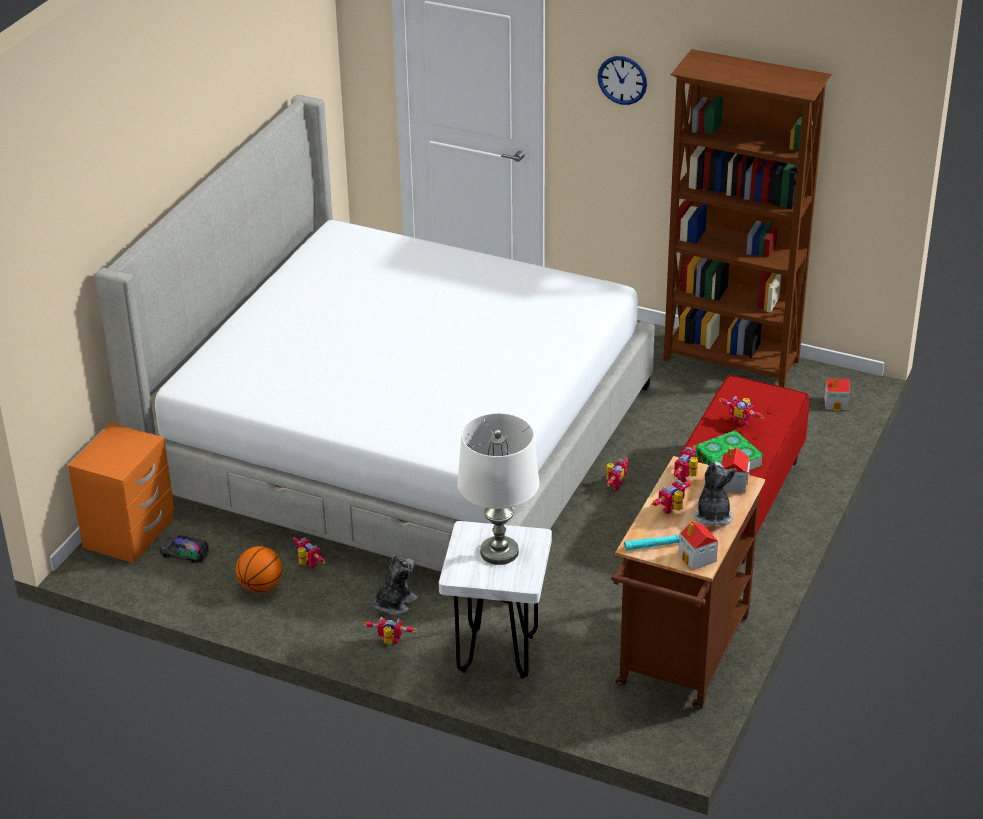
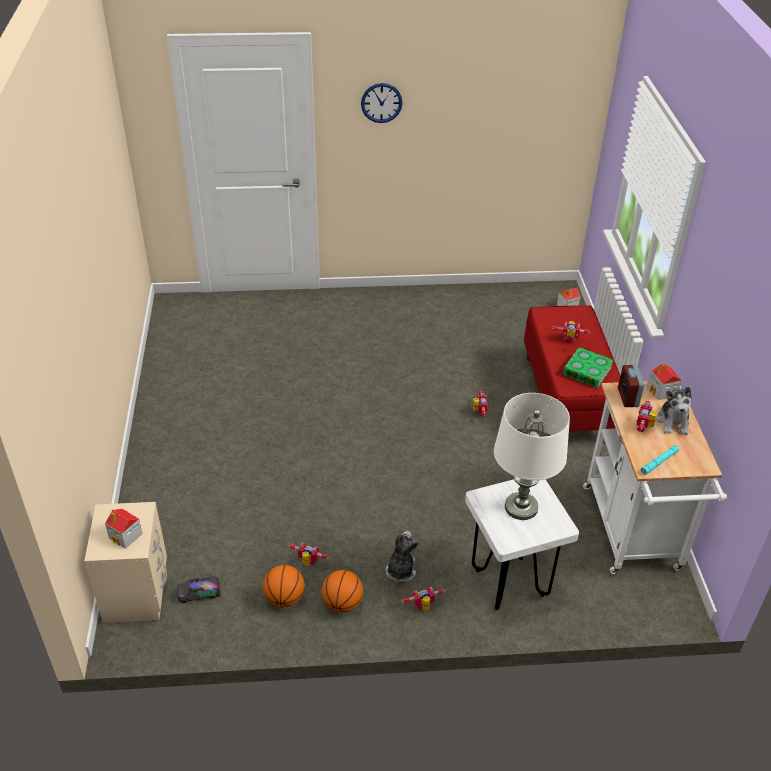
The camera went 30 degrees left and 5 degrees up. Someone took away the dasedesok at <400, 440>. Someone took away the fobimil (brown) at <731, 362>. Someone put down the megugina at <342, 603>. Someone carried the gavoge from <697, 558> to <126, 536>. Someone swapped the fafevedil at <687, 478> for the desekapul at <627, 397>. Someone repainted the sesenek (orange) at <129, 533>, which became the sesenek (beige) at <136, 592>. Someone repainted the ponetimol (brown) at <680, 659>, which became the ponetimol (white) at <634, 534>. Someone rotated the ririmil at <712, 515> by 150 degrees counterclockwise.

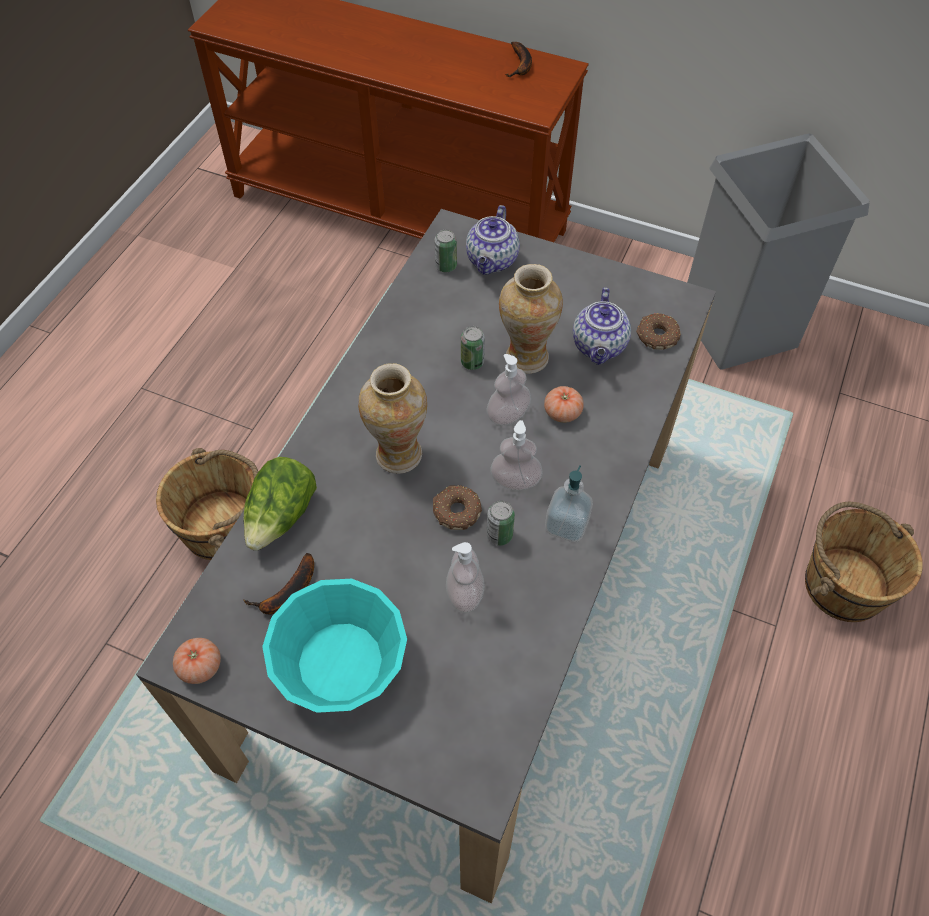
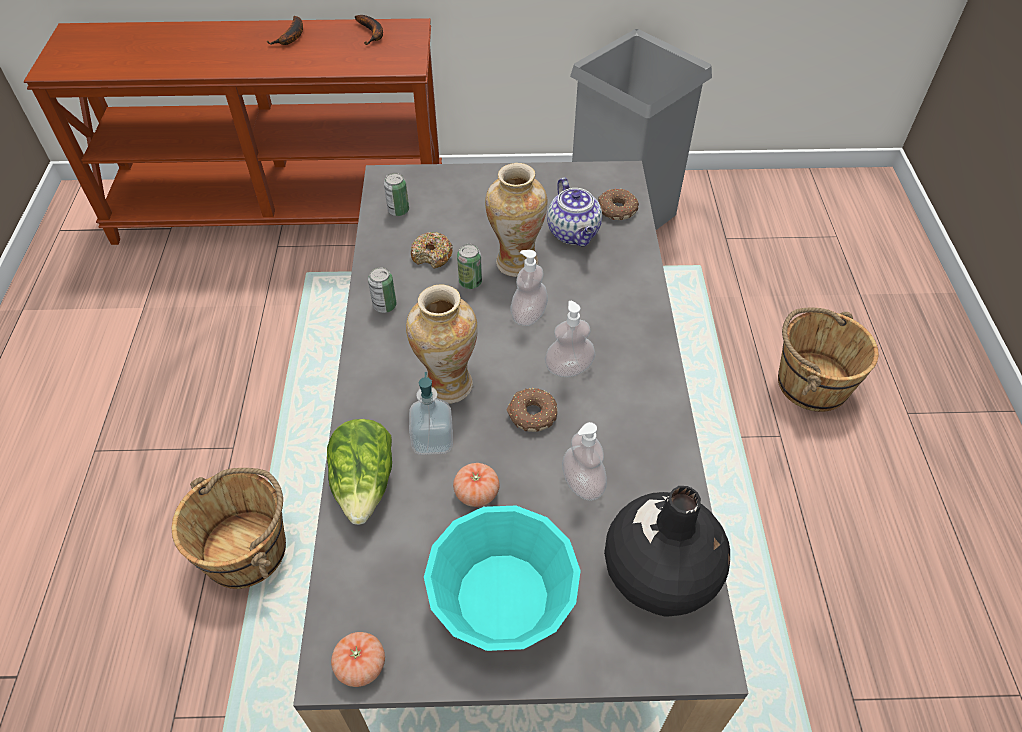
The camera went 25 degrees left and 5 degrees down. Someone took away the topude at <492, 261>. Someone put down the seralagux at <432, 255>. Someone put down the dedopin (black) at <660, 572>. Someone carried the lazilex from <286, 594> to <291, 37>. Someone carried the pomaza from <499, 535> to <385, 306>. Someone carried the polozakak from <562, 412> to <476, 493>. Someone carried the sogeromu from <566, 525> to <432, 440>.

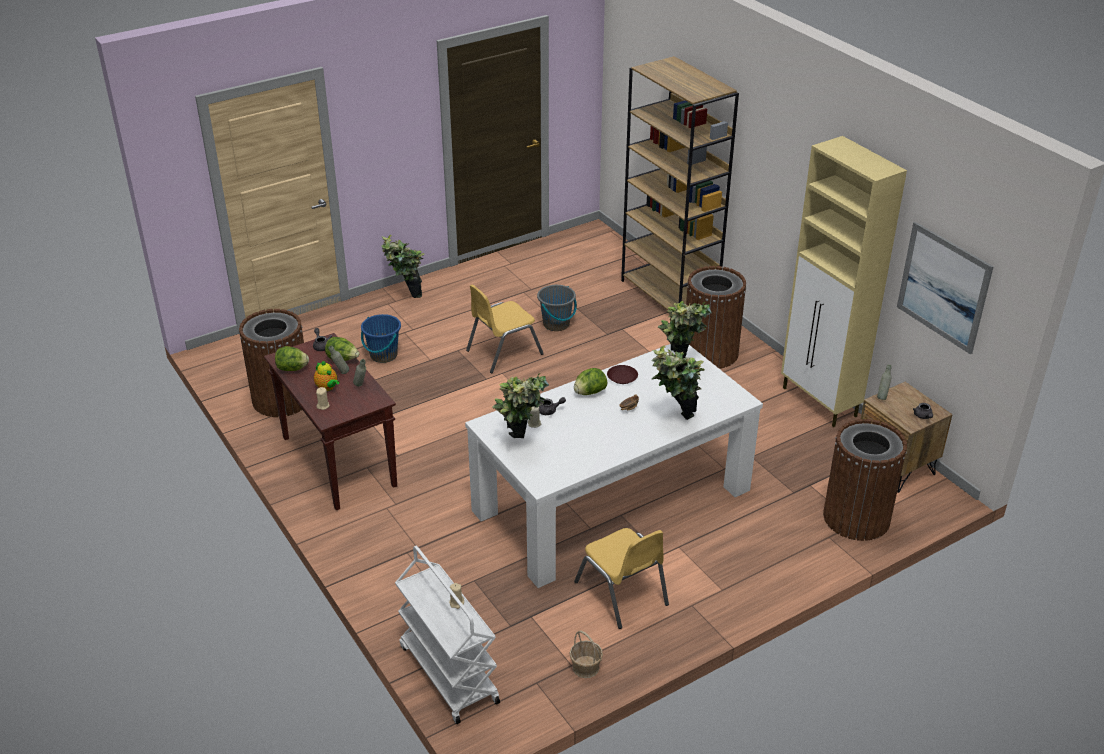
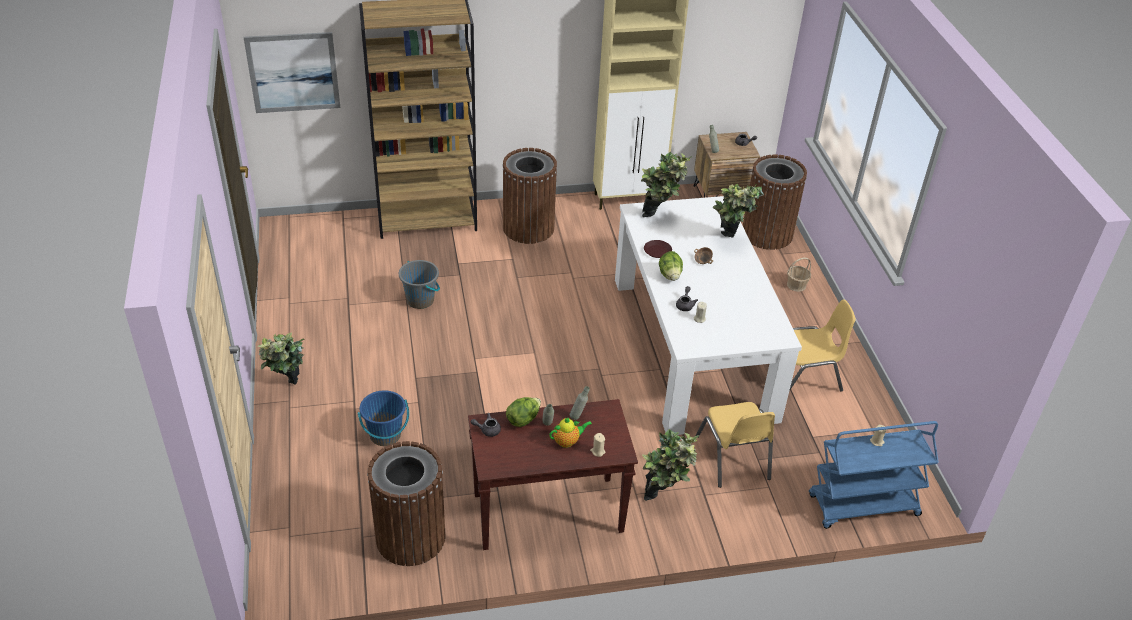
The camera went 70 degrees left and 5 degrees up. Someone took away the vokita at <292, 369>. Someone carried the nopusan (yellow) from <503, 352> to <733, 458>. Someone carried the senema from <521, 446> to <664, 497>. Someone carried the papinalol from <585, 667> to <796, 285>. Someone carried the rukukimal from <943, 287> to <293, 72>. Someone repainted the ponetimol (white) at <448, 674>, which became the ponetimol (blue) at <863, 506>.

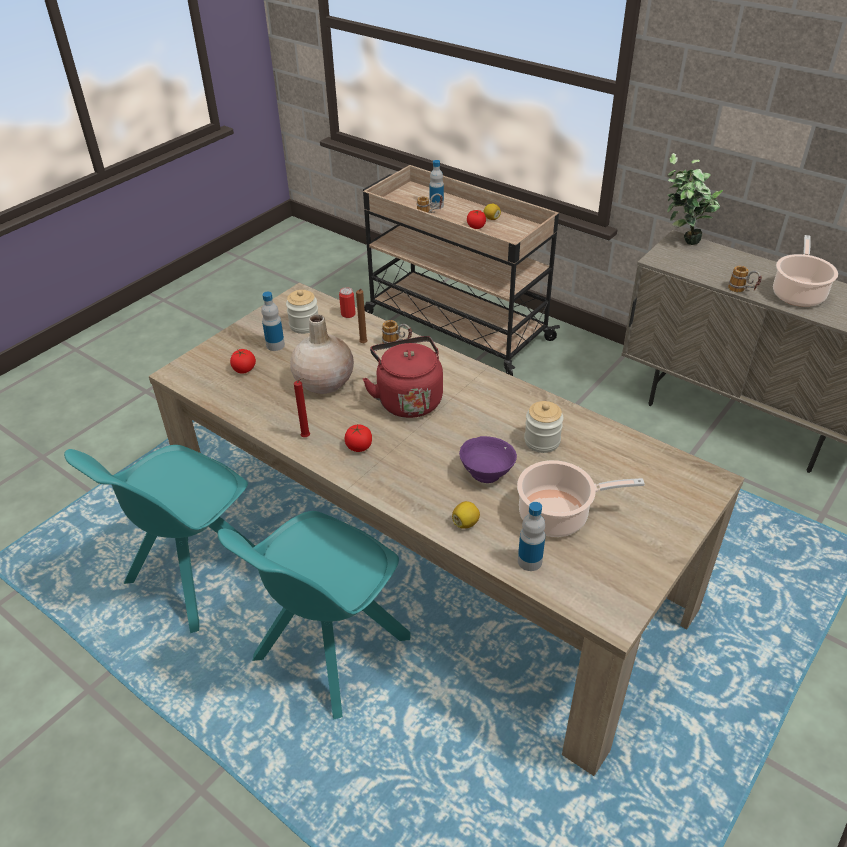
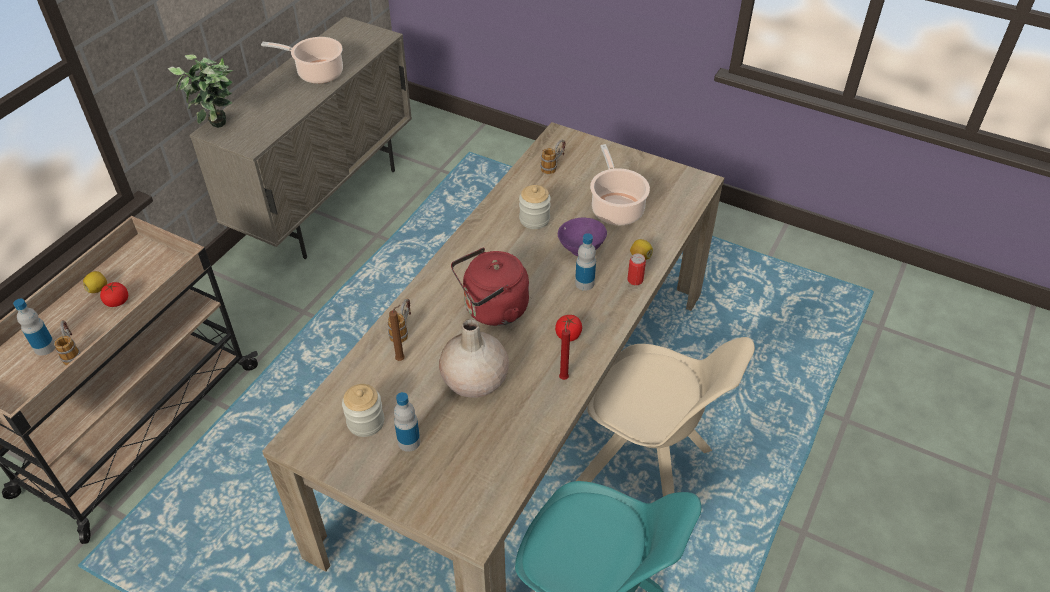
The camera went 100 degrees left and 5 degrees up. Someone took away the polozakak at <244, 369>. Someone carried the pomaza from <348, 314> to <635, 280>. Someone carried the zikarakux from <529, 561> to <584, 283>. Someone carried the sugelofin from <742, 291> to <553, 166>. Someone repainted the nopusan (turquoise) at <328, 650>, which became the nopusan (beige) at <648, 469>.

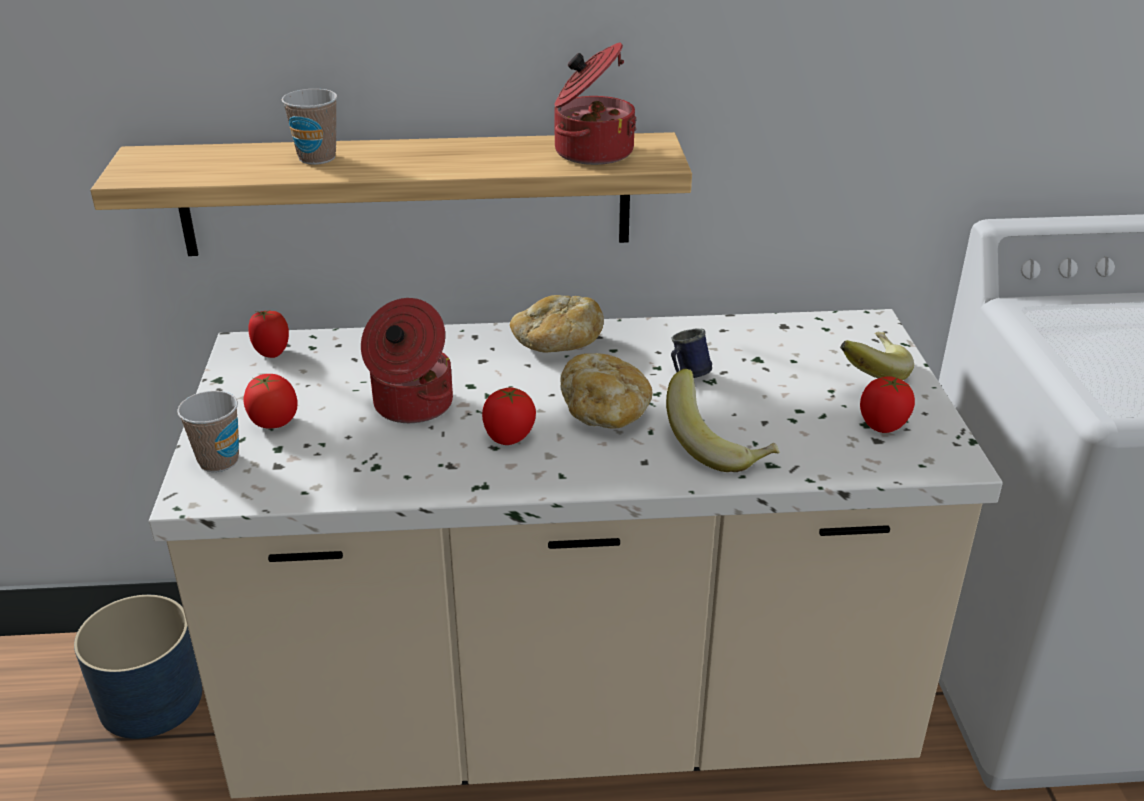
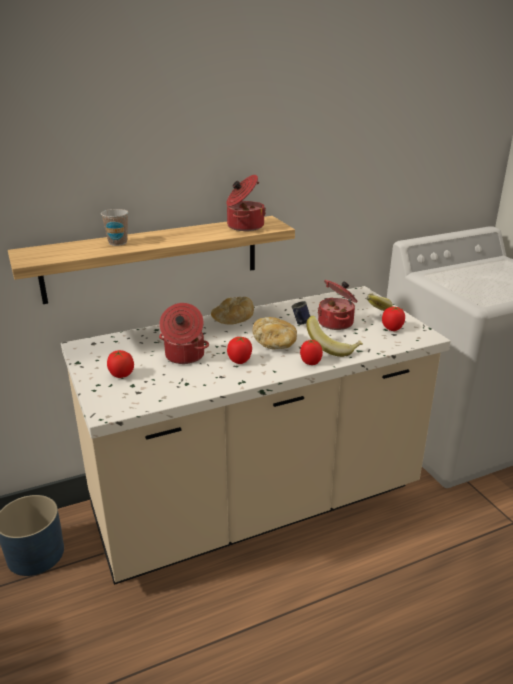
The camera went 20 degrees left and 5 degrees down. Someone took away the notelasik at <219, 461>. Someone put down the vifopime at <336, 323>. Someone carried the polozakak from <272, 353> to <310, 362>.

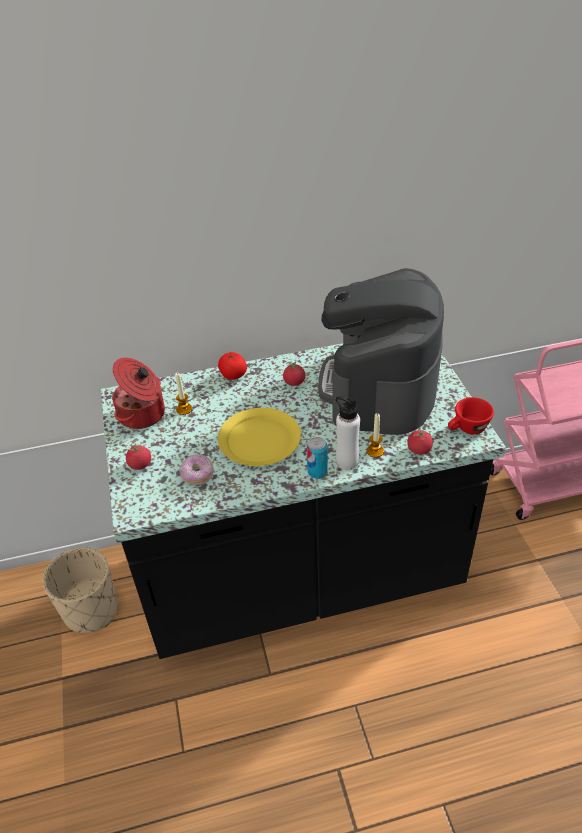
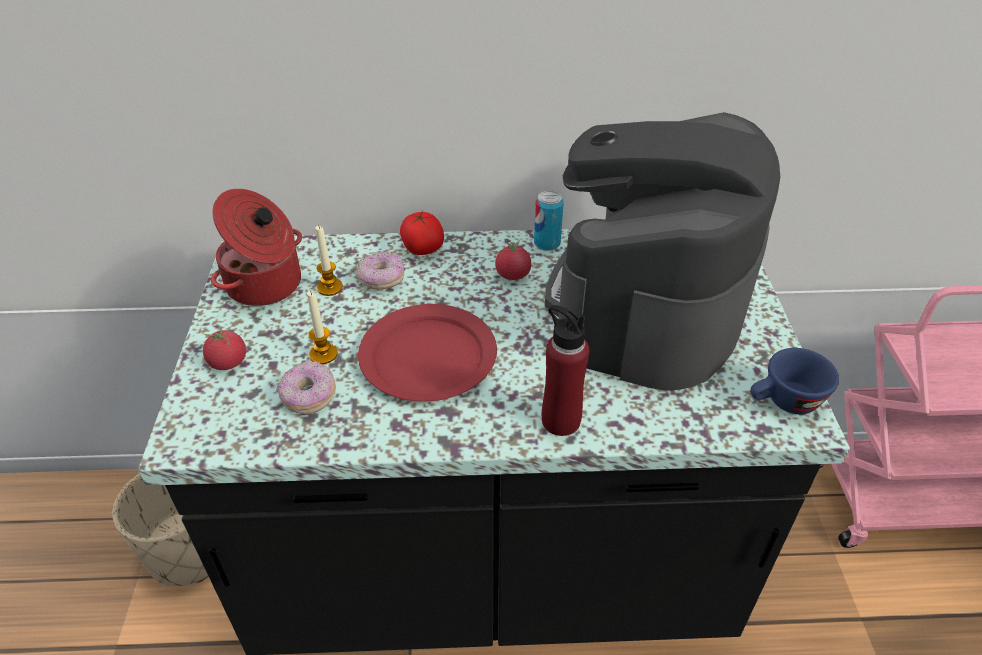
The camera went 10 degrees right and 0 degrees up. Someone took away the polozakak at <419, 449>. Someone put down the seralagux at <382, 280>. Someone carried the pomaza from <317, 472> to <547, 243>. Someone carried the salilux from <375, 451> to <323, 354>. Someone repainted the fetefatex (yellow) at <260, 440>, which became the fetefatex (red) at <428, 357>. Someone repainted the zikarakux (white) at <347, 461>, which became the zikarakux (red) at <560, 420>. Someone repainted the notelasik (red) at <467, 429>, which became the notelasik (blue) at <784, 402>.

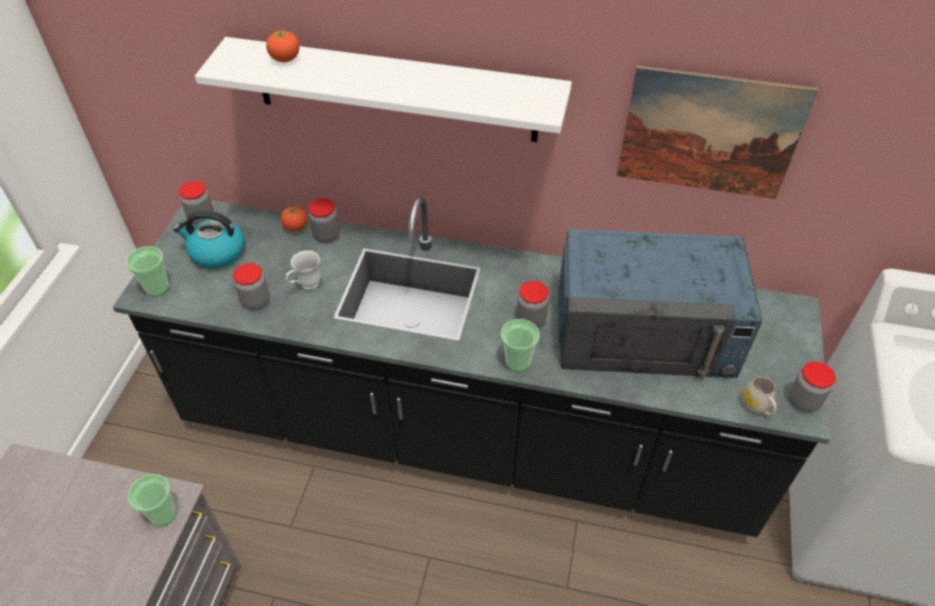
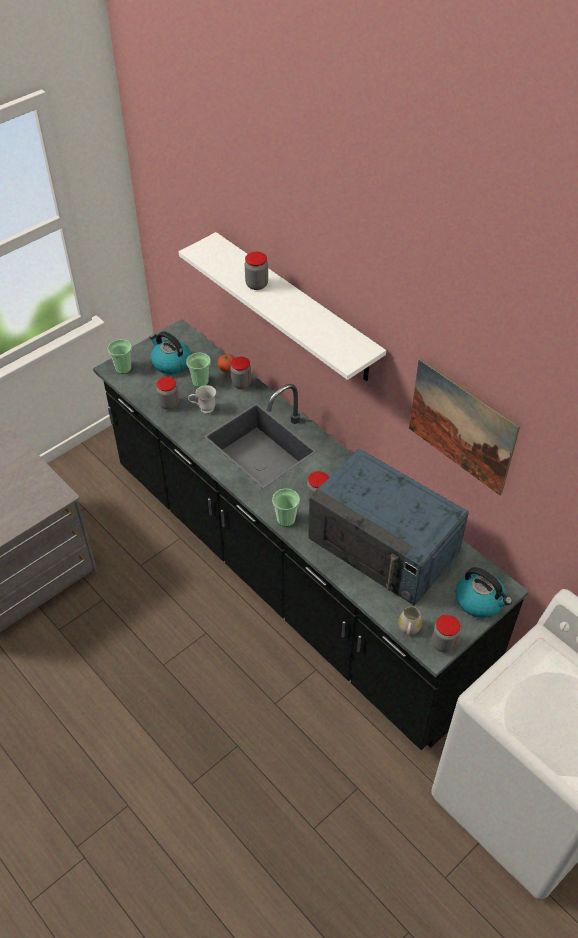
The camera went 35 degrees right and 0 degrees up. Someone took away the polozakak at <285, 59>. Someone put down the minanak at <480, 601>. Someone carried the notelasik from <163, 514> to <200, 382>. Someone carried the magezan from <202, 218> to <256, 284>.

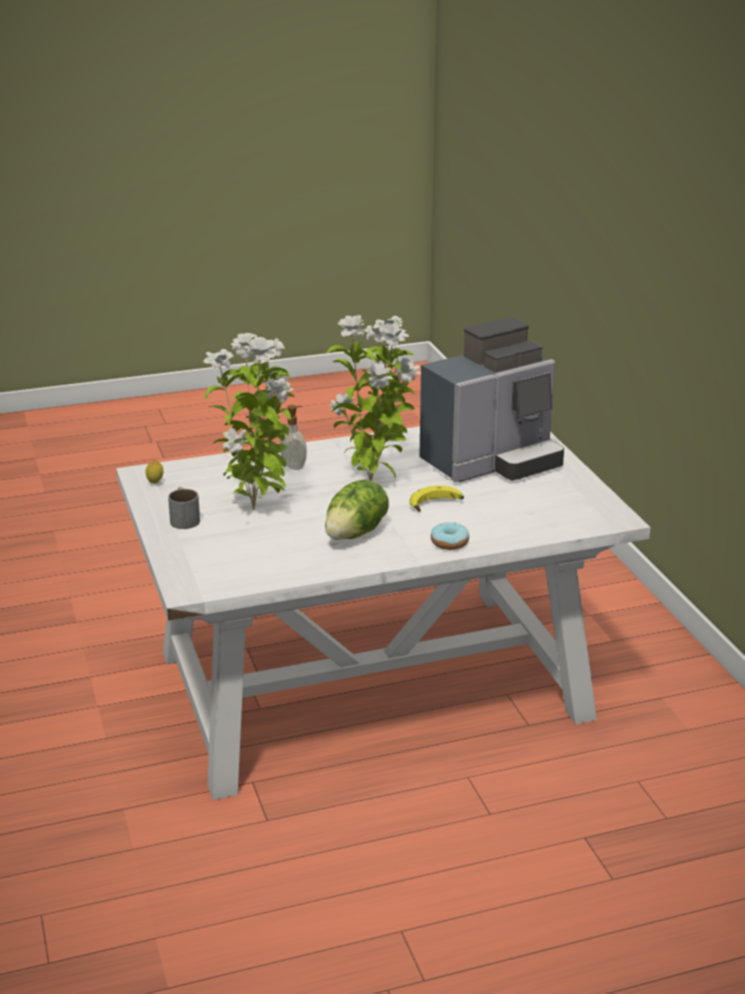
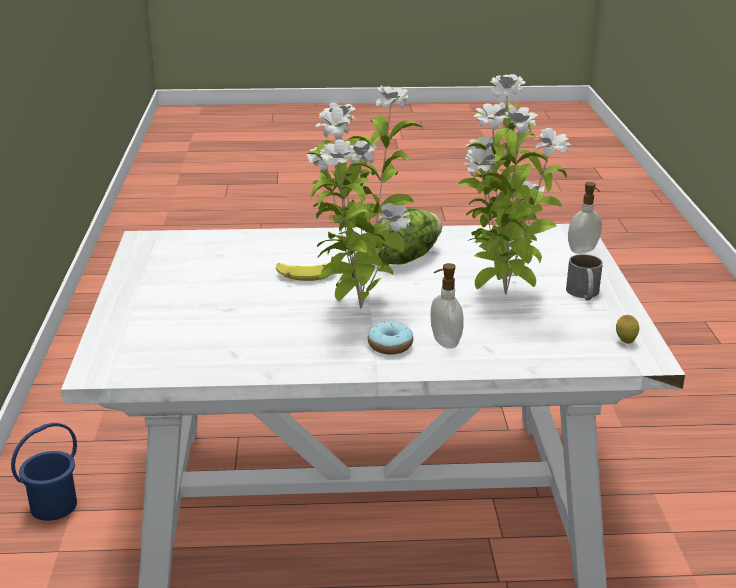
The camera went 165 degrees left and 0 degrees up. Someone took away the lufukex at <492, 462>. Someone put down the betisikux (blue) at <53, 505>. Someone put down the sogeromu at <583, 251>. Someone carried the seralagux from <449, 543> to <390, 345>.

